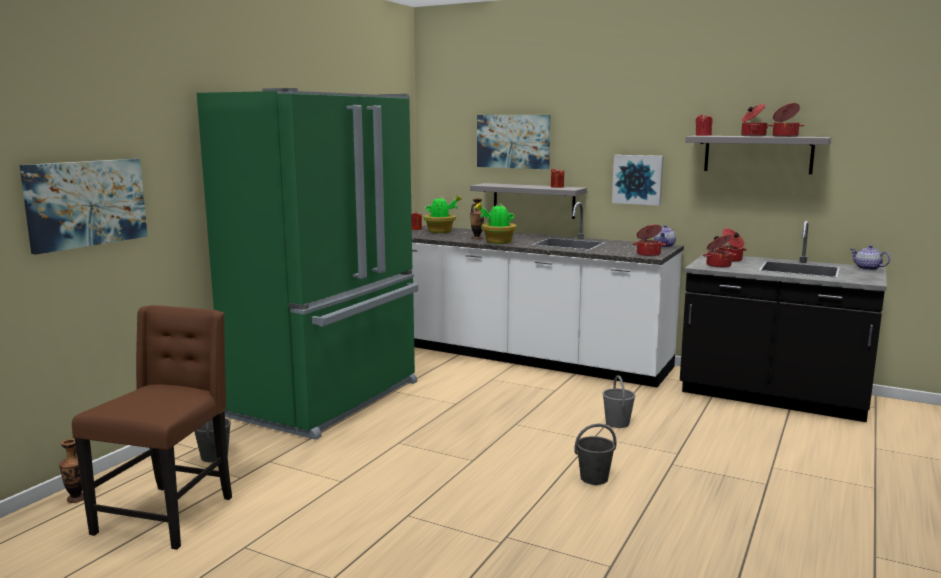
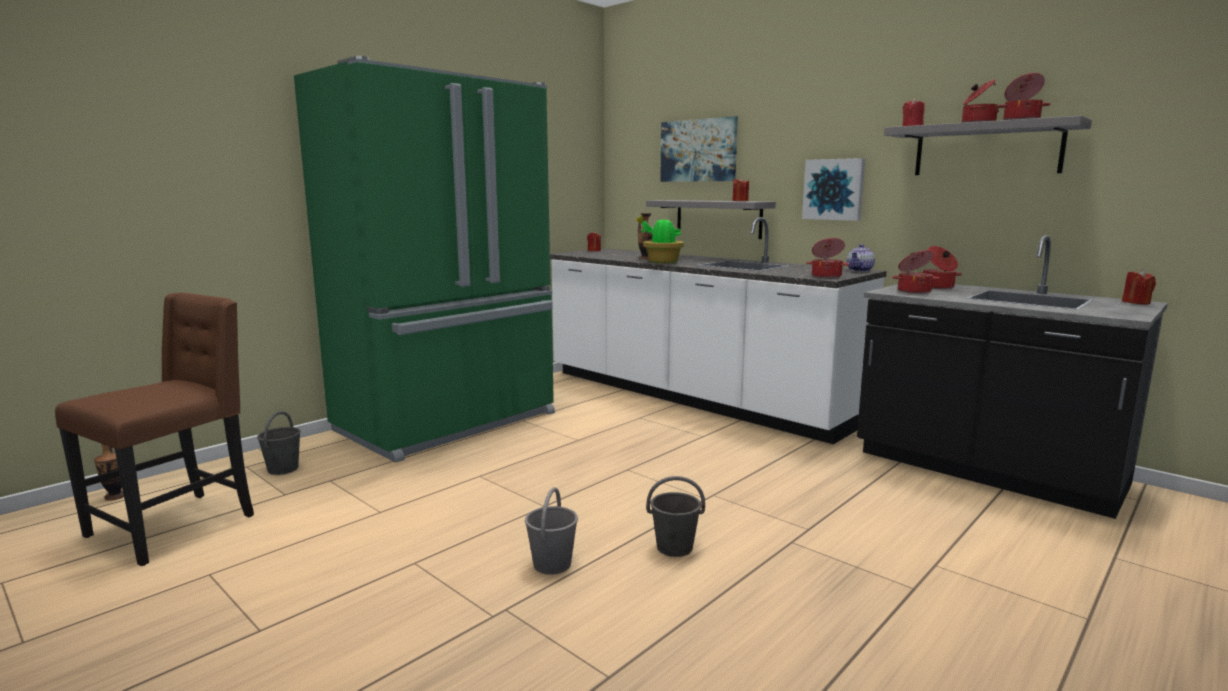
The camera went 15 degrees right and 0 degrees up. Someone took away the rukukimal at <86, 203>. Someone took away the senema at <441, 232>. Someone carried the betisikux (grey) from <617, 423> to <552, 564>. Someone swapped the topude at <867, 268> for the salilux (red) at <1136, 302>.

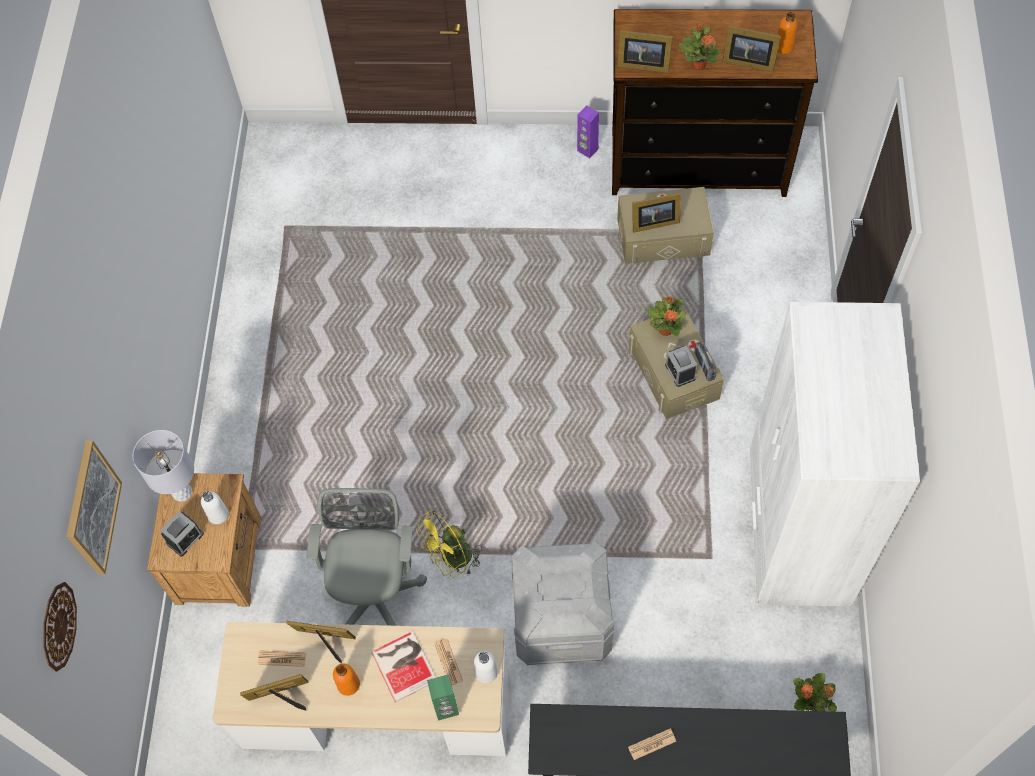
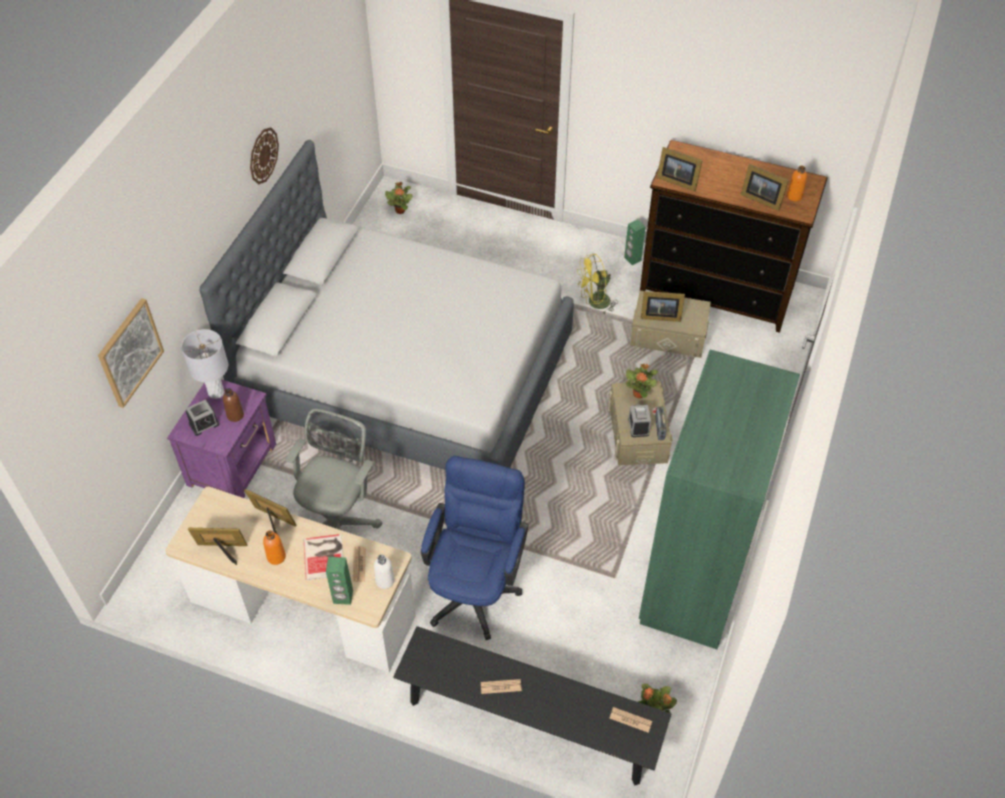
The camera went 15 degrees right and 10 degrees down. Someone put down the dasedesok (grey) at <406, 373>. Someone carried the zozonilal from <58, 626> to <263, 155>. Someone carried the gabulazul from <282, 658> to <630, 720>. Someone carried the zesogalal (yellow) from <451, 559> to <594, 303>. Someone carried the senema from <698, 64> to <400, 210>. Someone swapped the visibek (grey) at <562, 619> for the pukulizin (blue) at <475, 586>. Someone repainted the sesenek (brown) at <220, 559>, which became the sesenek (purple) at <233, 464>. Someone repainted the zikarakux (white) at <218, 515>, which became the zikarakux (brown) at <235, 415>. Someone repainted the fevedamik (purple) at <587, 150>, which became the fevedamik (green) at <632, 259>. Someone repainted the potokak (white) at <797, 528>, which became the potokak (green) at <694, 576>.

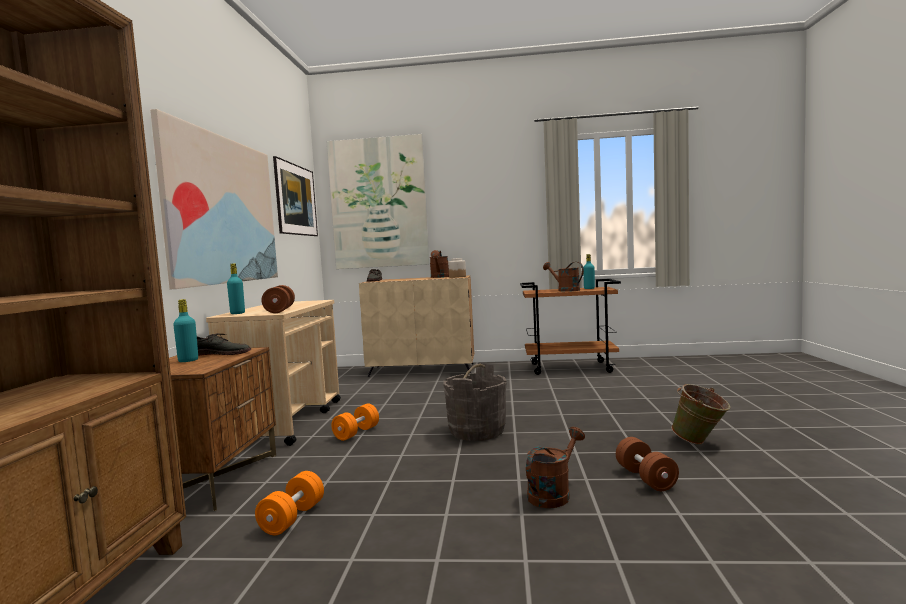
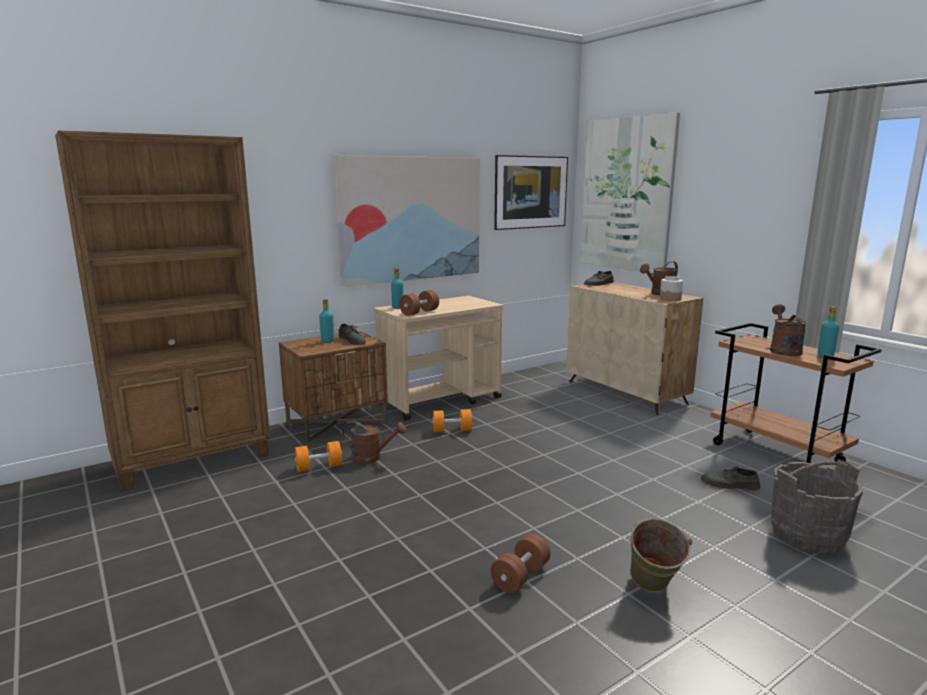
The camera went 50 degrees right and 10 degrees up. Someone put down the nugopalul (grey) at <729, 484>. Someone carried the betisikux (grey) from <476, 431> to <807, 535>. Someone carried the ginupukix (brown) from <553, 494> to <372, 457>.

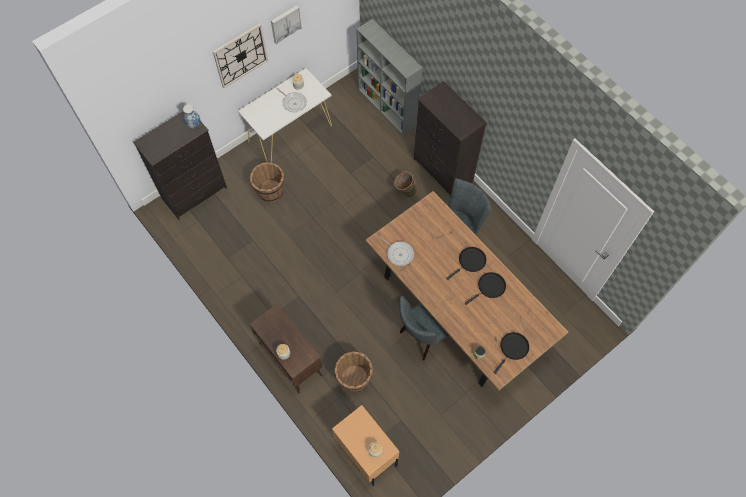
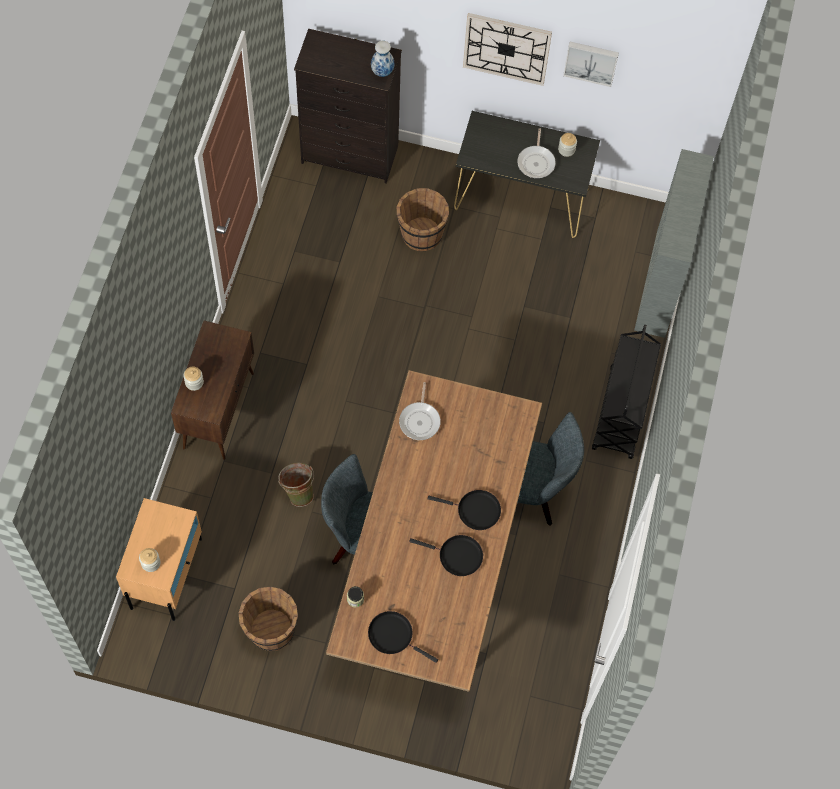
The camera went 50 degrees right and 0 degrees up. Someone carried the betisikux (brown) from <354, 379> to <270, 630>. Someone carried the betisikux (green) from <405, 191> to <298, 491>. Someone swapped the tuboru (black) at <443, 171> for the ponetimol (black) at <621, 414>. Someone repainted the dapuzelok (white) at <290, 133>, which became the dapuzelok (black) at <521, 199>. Someone rotated the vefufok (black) at <513, 349> by 150 degrees counterclockwise.

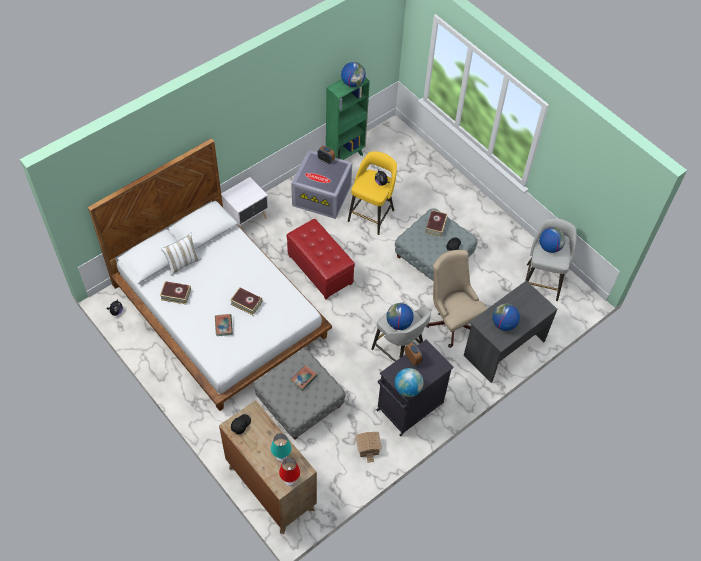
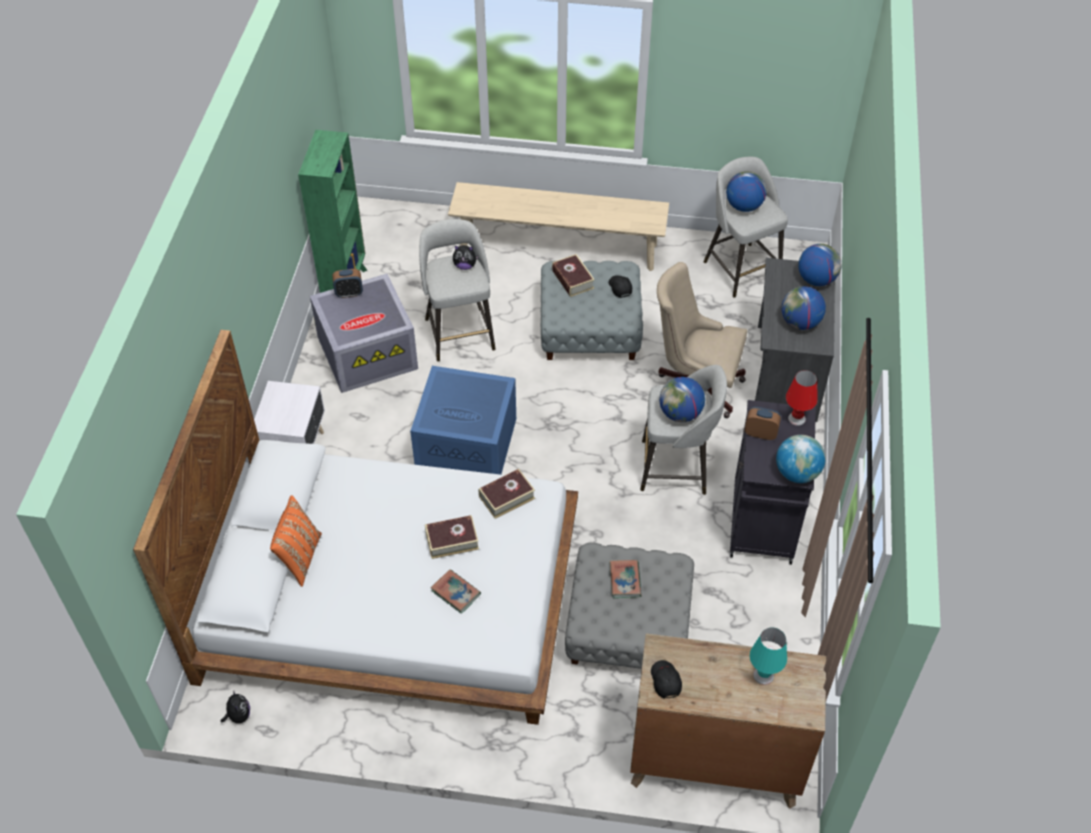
The camera went 40 degrees left and 5 degrees down. Someone took away the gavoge at <367, 447>. Someone put down the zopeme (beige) at <558, 248>. Someone carried the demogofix from <176, 294> to <507, 497>. Someone carried the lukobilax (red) from <289, 480> to <796, 418>. Someone carried the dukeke from <353, 83> to <816, 279>. Someone swapped the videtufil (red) at <320, 269> for the visibek (blue) at <468, 443>. Someone repainted the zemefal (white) at <182, 263>, which became the zemefal (orange) at <300, 558>. Someone repainted the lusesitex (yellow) at <371, 214>, which became the lusesitex (grey) at <459, 332>.

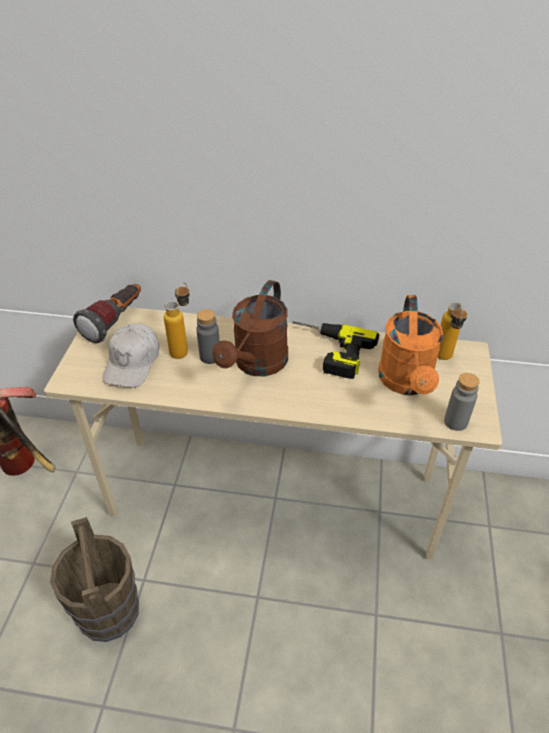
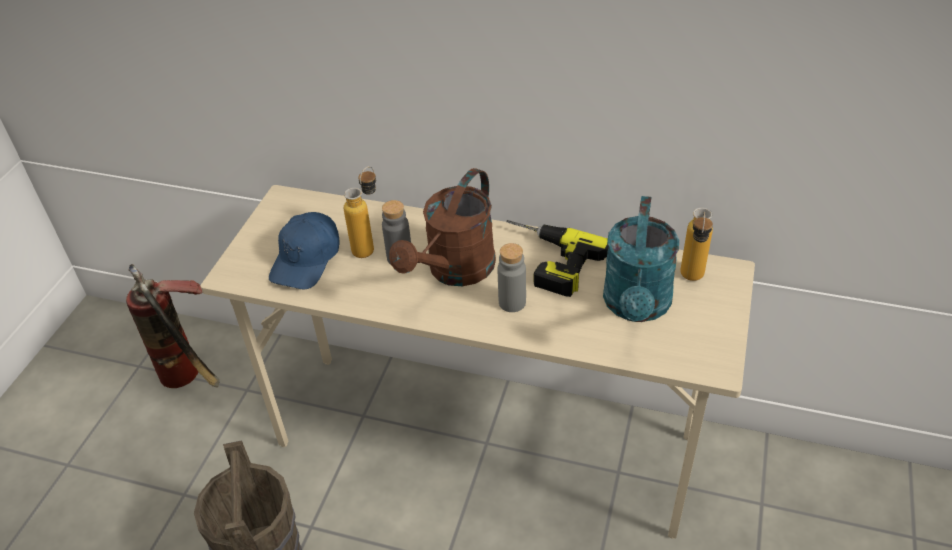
The camera went 10 degrees right and 0 degrees up. Someone took away the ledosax at <115, 322>. Someone carried the zikarakux (grey) from <455, 422> to <512, 302>. Someone repainted the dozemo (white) at <133, 362>, which became the dozemo (blue) at <307, 259>. Someone repainted the ginupukix (orange) at <407, 383>, which became the ginupukix (turquoise) at <637, 307>.

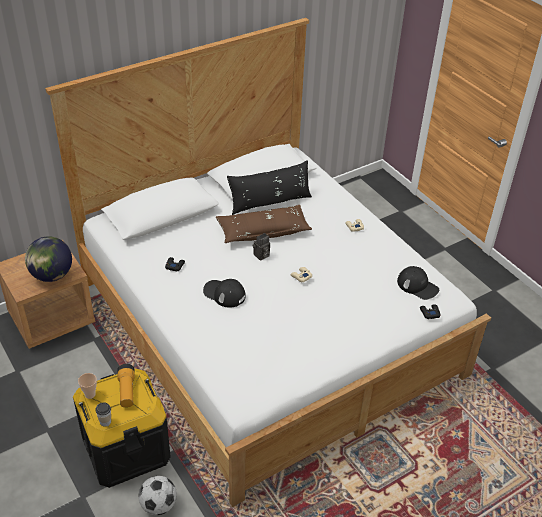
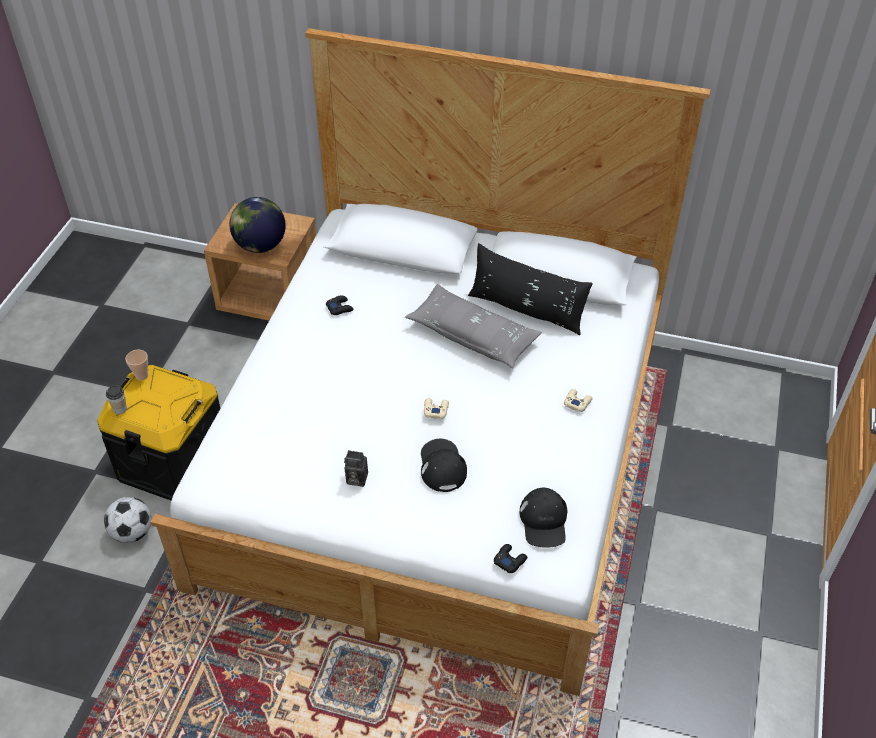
The camera went 50 degrees right and 5 degrees up. Someone took away the ledosax at <127, 391>. Someone carried the dozemo (black) from <224, 294> to <442, 466>. Someone carried the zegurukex from <261, 256> to <355, 479>. Someone repainted the zemefal (brown) at <263, 231>, which became the zemefal (grey) at <473, 335>.

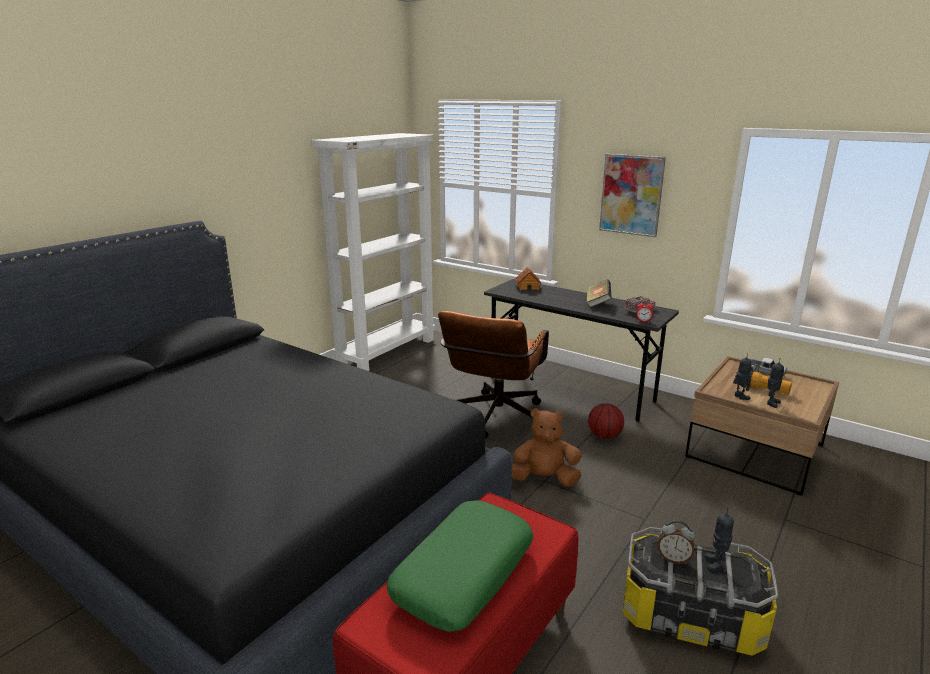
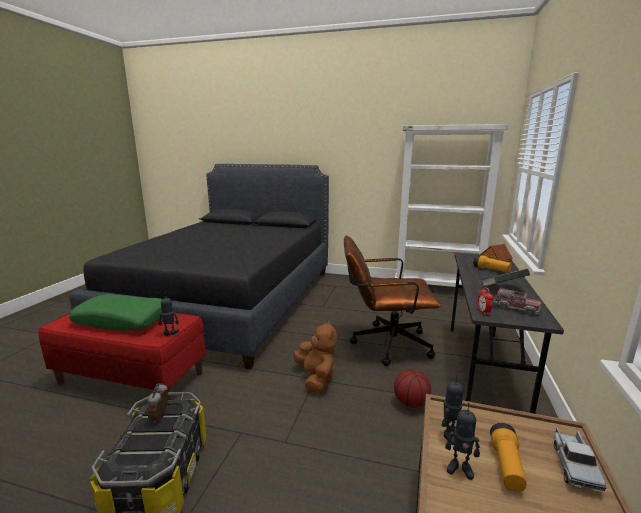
The camera went 70 degrees right and 5 degrees down. Someone took away the rukukimal at <631, 195>. Someone put down the ledosax at <491, 270>. Someone carried the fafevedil from <716, 564> to <170, 334>.

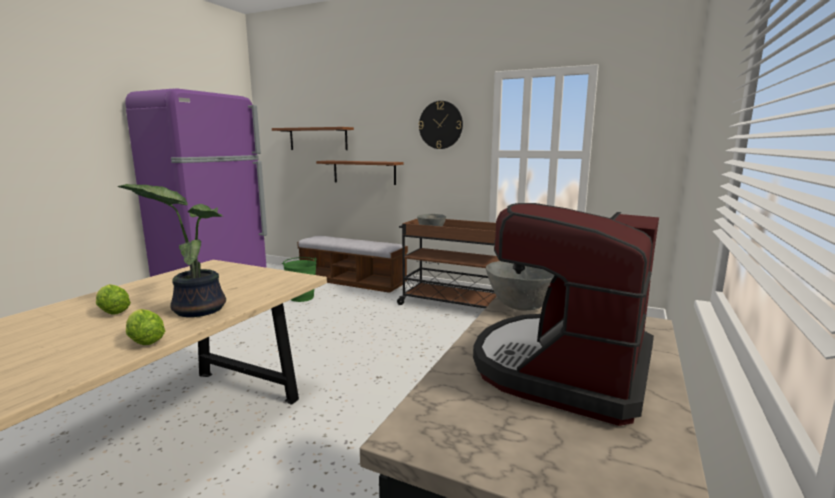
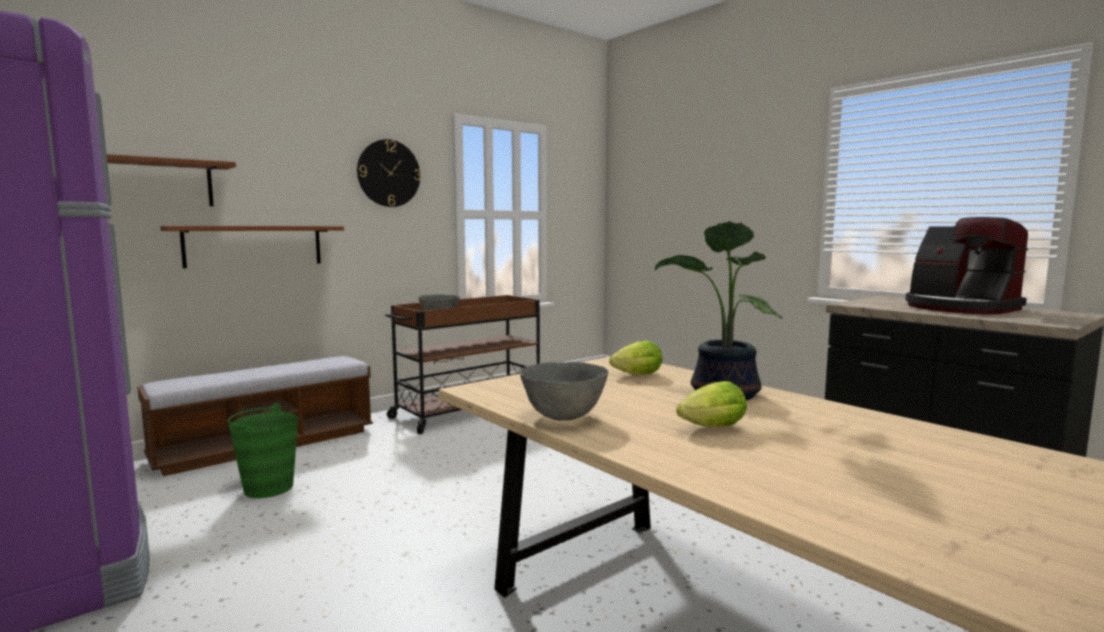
The camera went 65 degrees left and 5 degrees down. Someone carried the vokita from <144, 340> to <634, 375>. Someone carried the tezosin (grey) from <521, 307> to <563, 417>.

